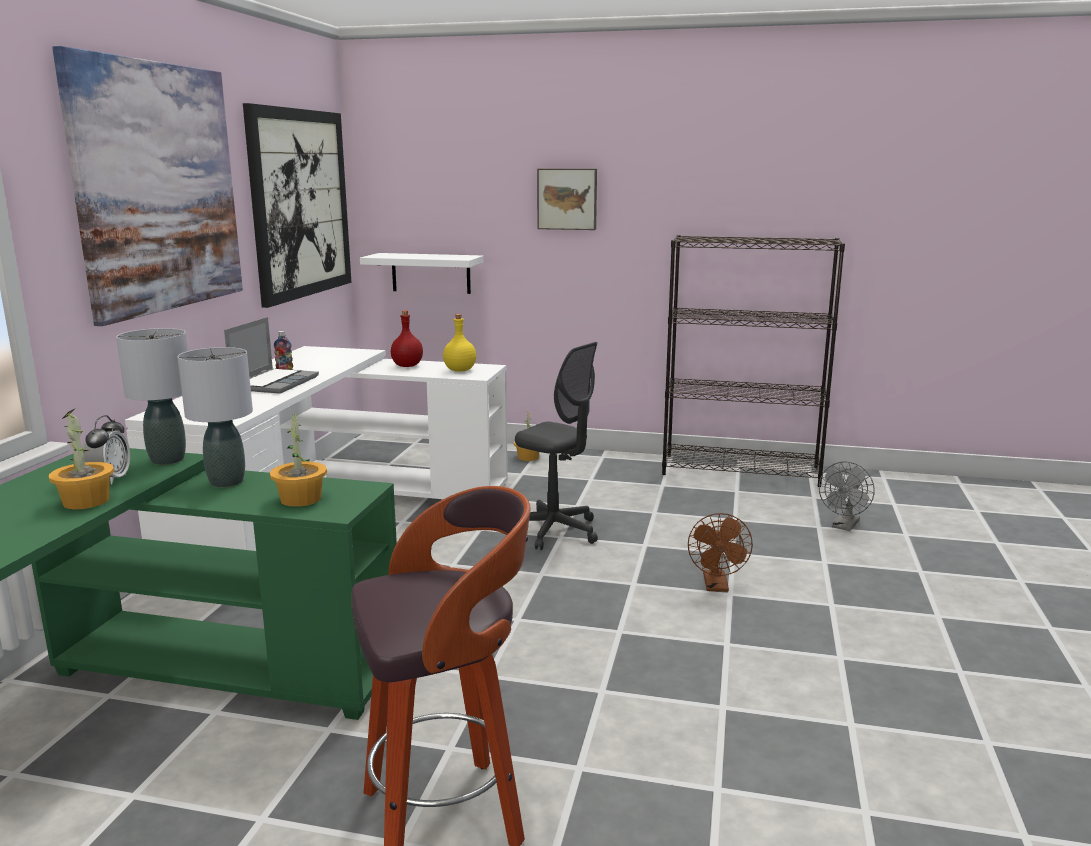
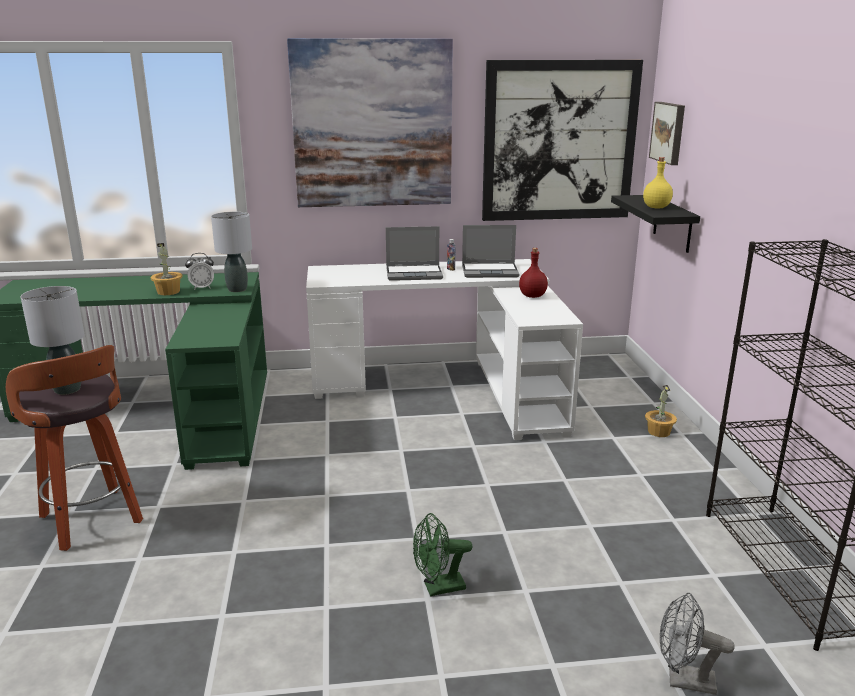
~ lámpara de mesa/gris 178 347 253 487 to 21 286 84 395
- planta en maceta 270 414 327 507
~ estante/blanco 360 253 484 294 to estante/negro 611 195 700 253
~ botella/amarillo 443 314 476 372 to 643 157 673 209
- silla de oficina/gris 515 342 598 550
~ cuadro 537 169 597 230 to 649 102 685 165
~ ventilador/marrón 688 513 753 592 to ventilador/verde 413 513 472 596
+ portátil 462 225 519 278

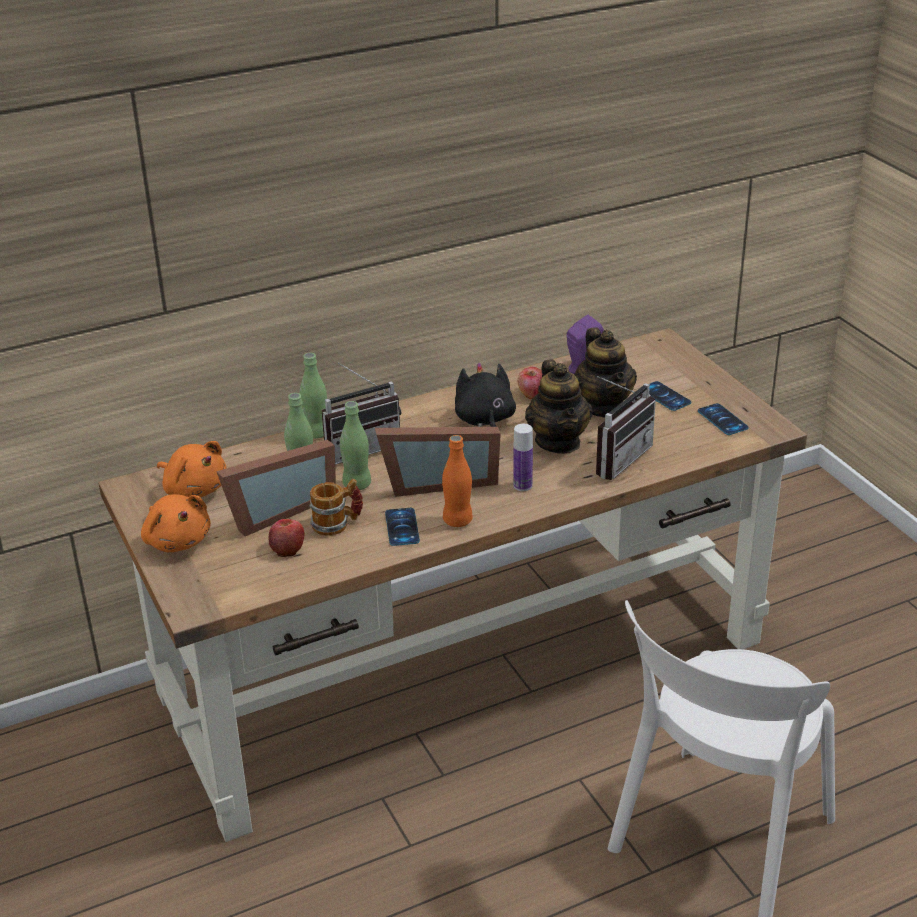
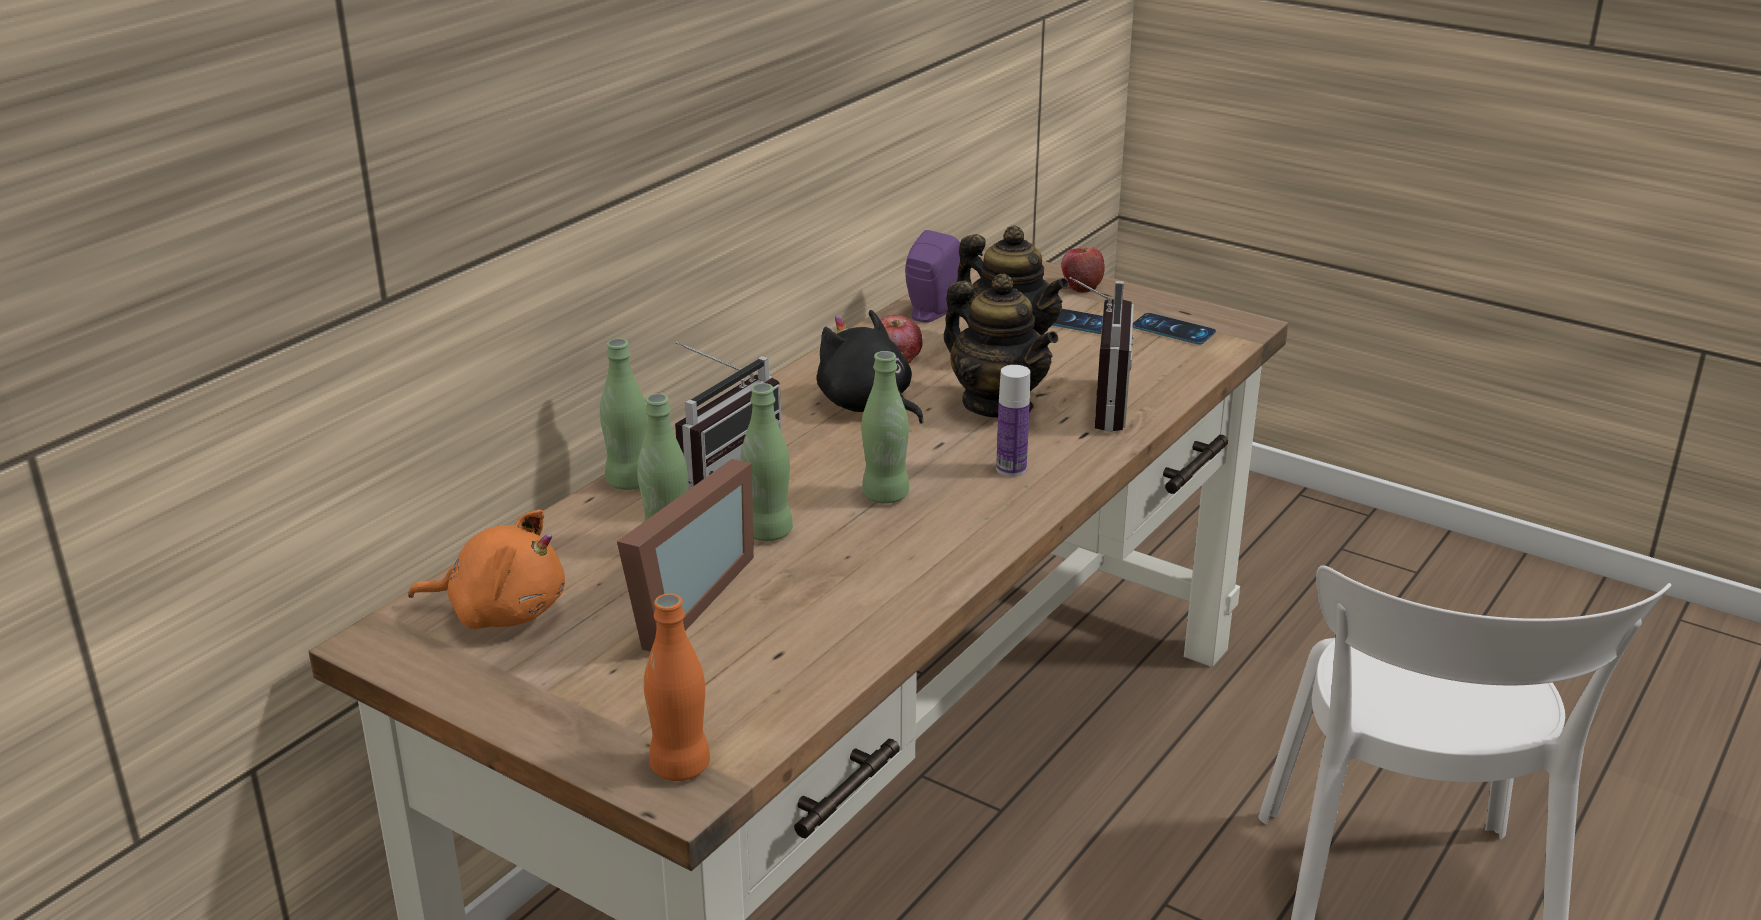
- peluche/naranja 141 494 211 552
~ manzana 268 519 304 557 to 1061 247 1105 293
- taza grande 309 479 363 536
~ portarretratos 375 427 501 497 to botella/verde 861 351 909 504
- móvil 385 508 420 546
~ botella/naranja 442 435 473 527 to 644 593 710 781

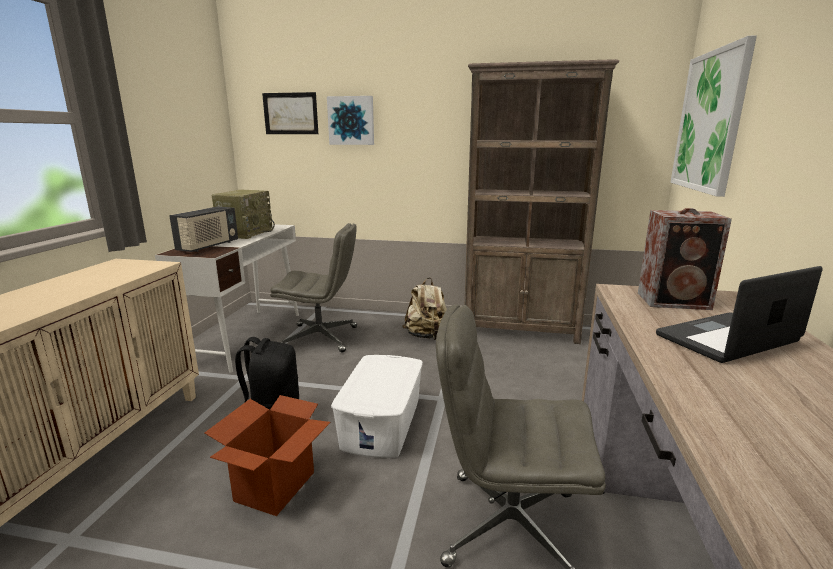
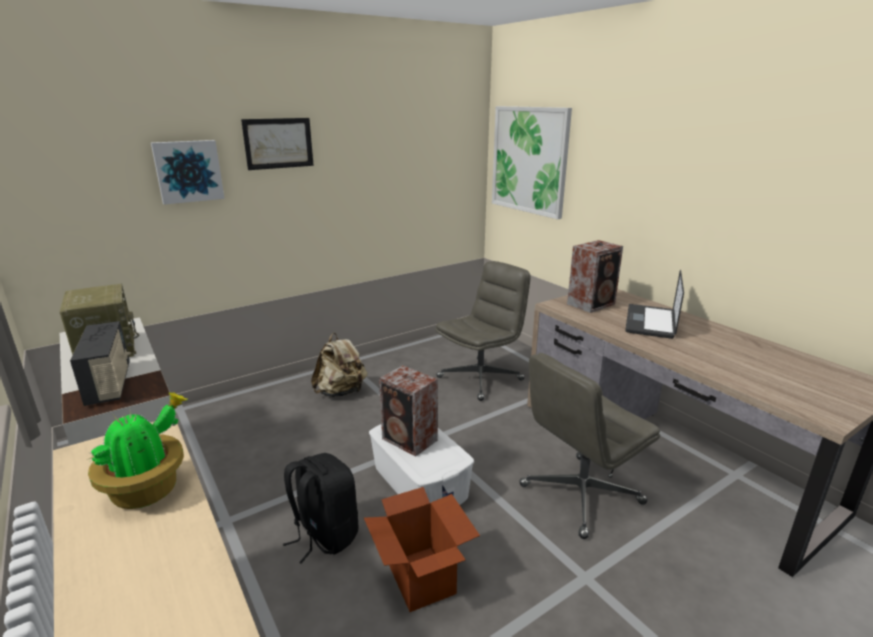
~ cuadro 262 92 318 134 to 241 118 314 170
~ silla de oficina/gris 270 223 357 353 to 435 261 530 401
- estantería/marrón 465 59 619 344
+ planta en maceta 87 392 187 509
+ altavoz 379 365 438 457

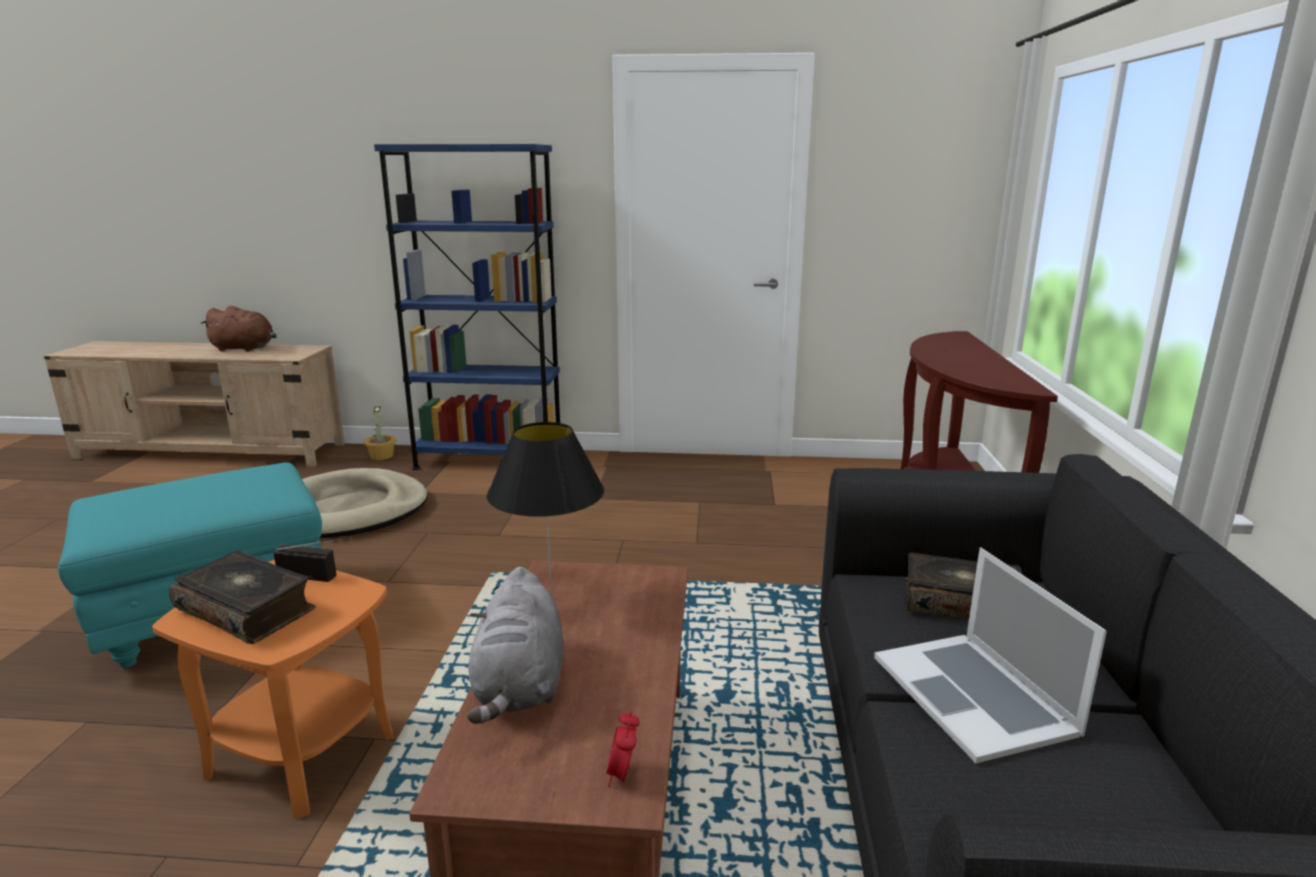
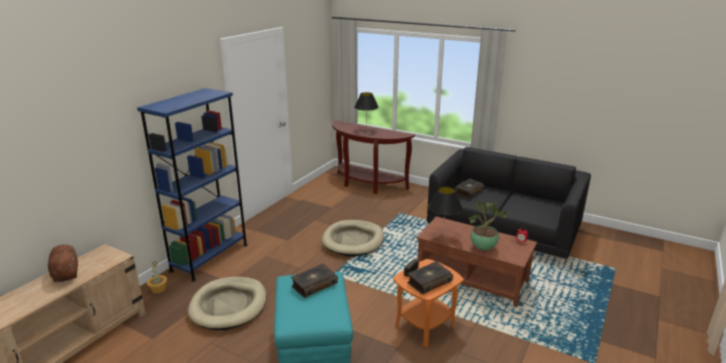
~ peluche/marrón 200 306 277 352 = 48 245 78 282 60 degrees counterclockwise
~ peluche/gris 467 567 563 724 to planta en maceta 469 201 507 250
- portátil 874 547 1107 763
+ libro 291 264 338 298
+ cama para perro/beis 322 220 384 256
+ lámpara de mesa/negro 354 92 379 131

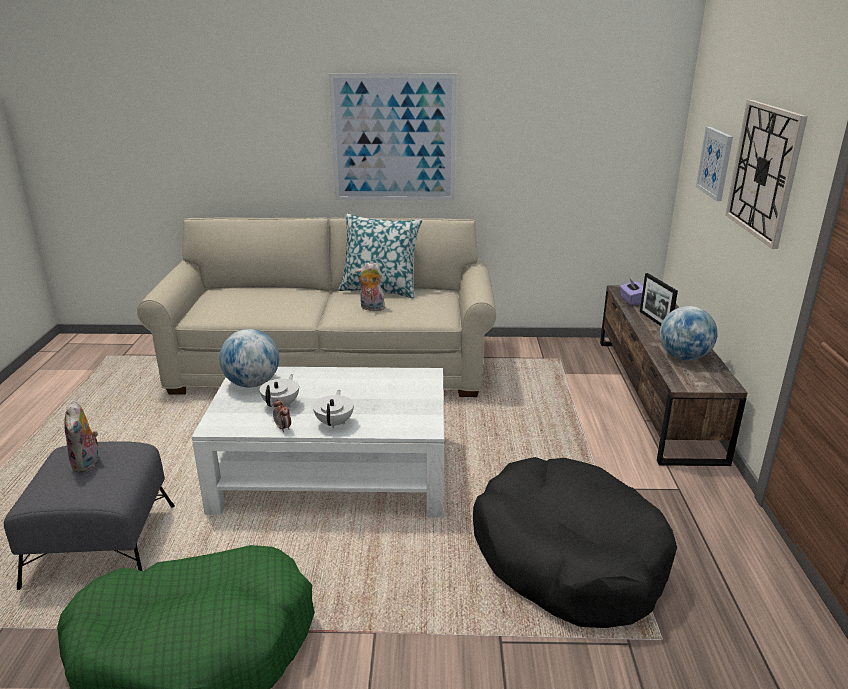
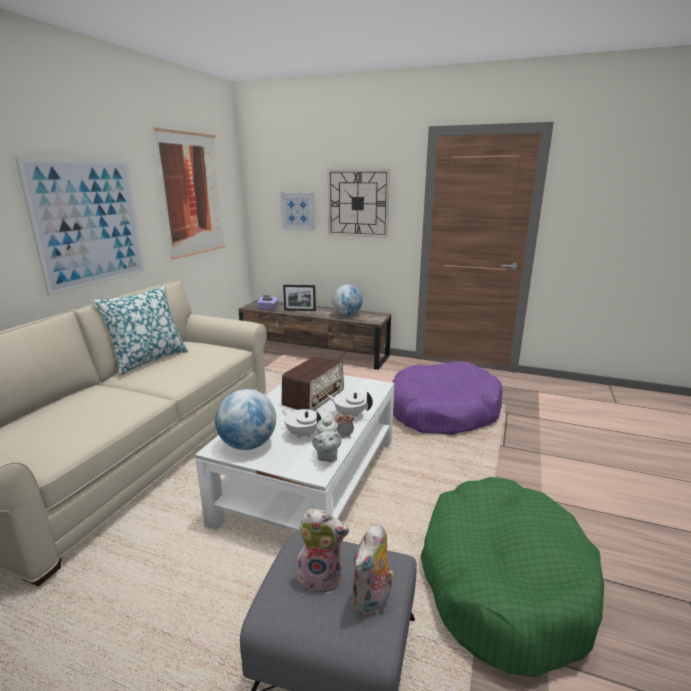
~ peluche 355 263 385 311 to 352 522 394 616
~ cama para perro/negro 473 457 677 628 to cama para perro/morado 392 361 503 435
+ cuadro 153 128 226 260
+ radio 281 356 344 411
+ tetera/gris 312 415 342 462

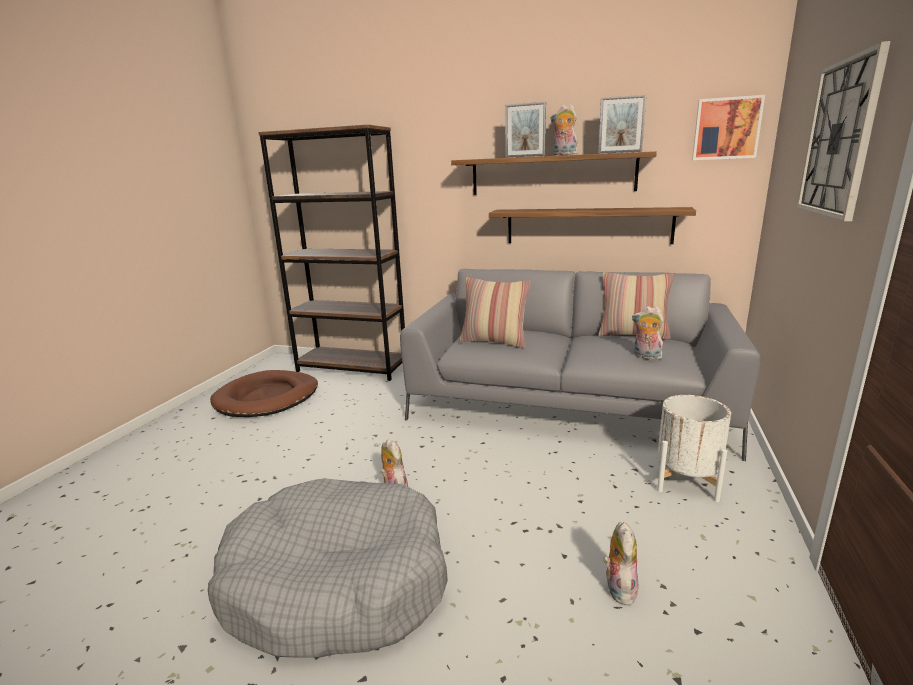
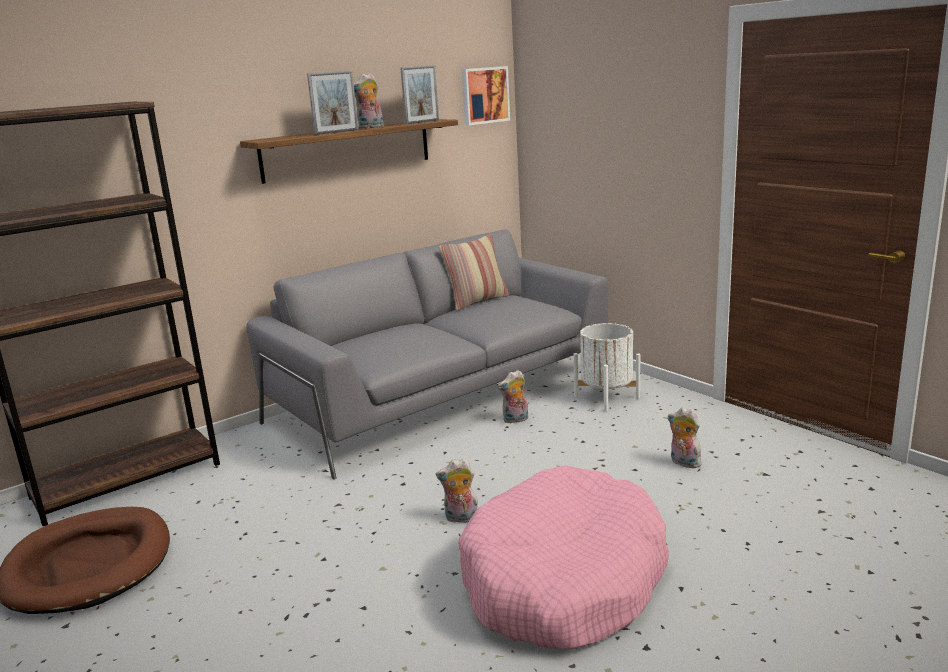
~ cama para perro/gris 208 478 448 657 to cama para perro/rosa 458 465 669 650
- cojín 460 277 531 348
- estante 489 207 696 244
~ peluche 632 306 664 360 to 498 370 528 423
- reloj de pared 797 41 891 221

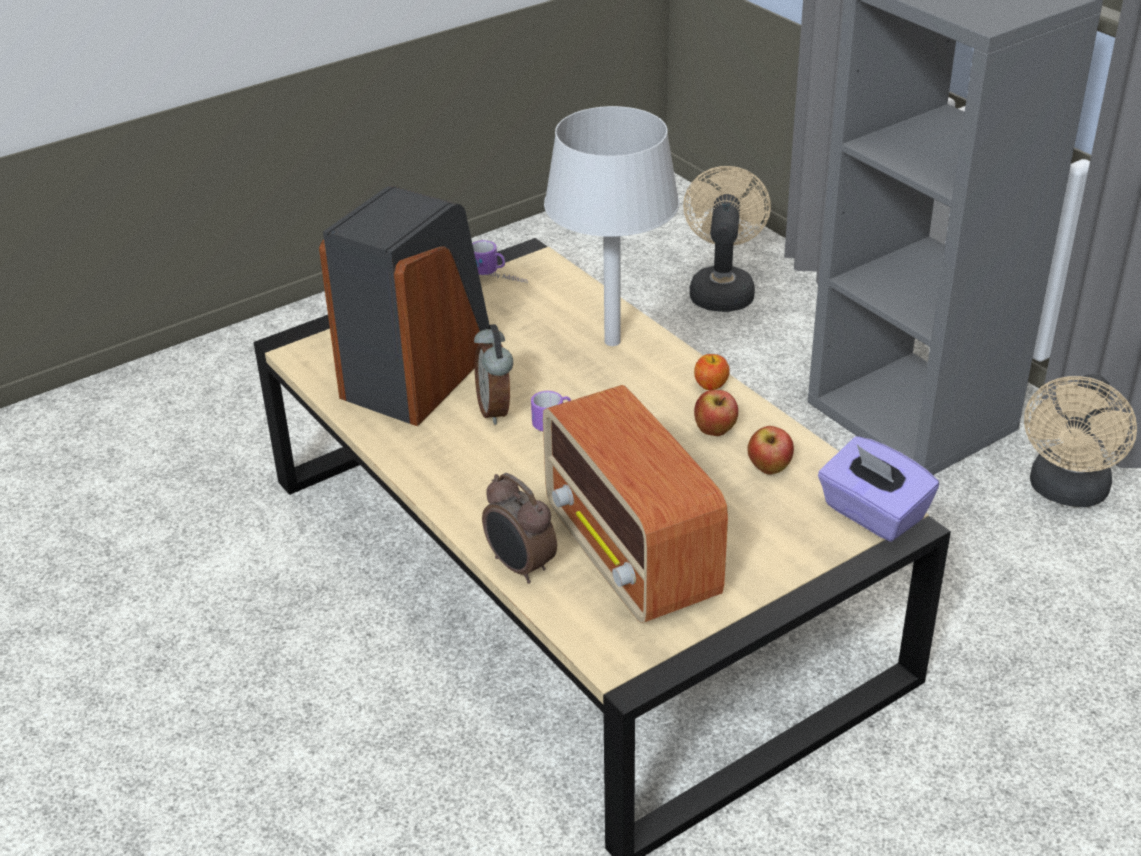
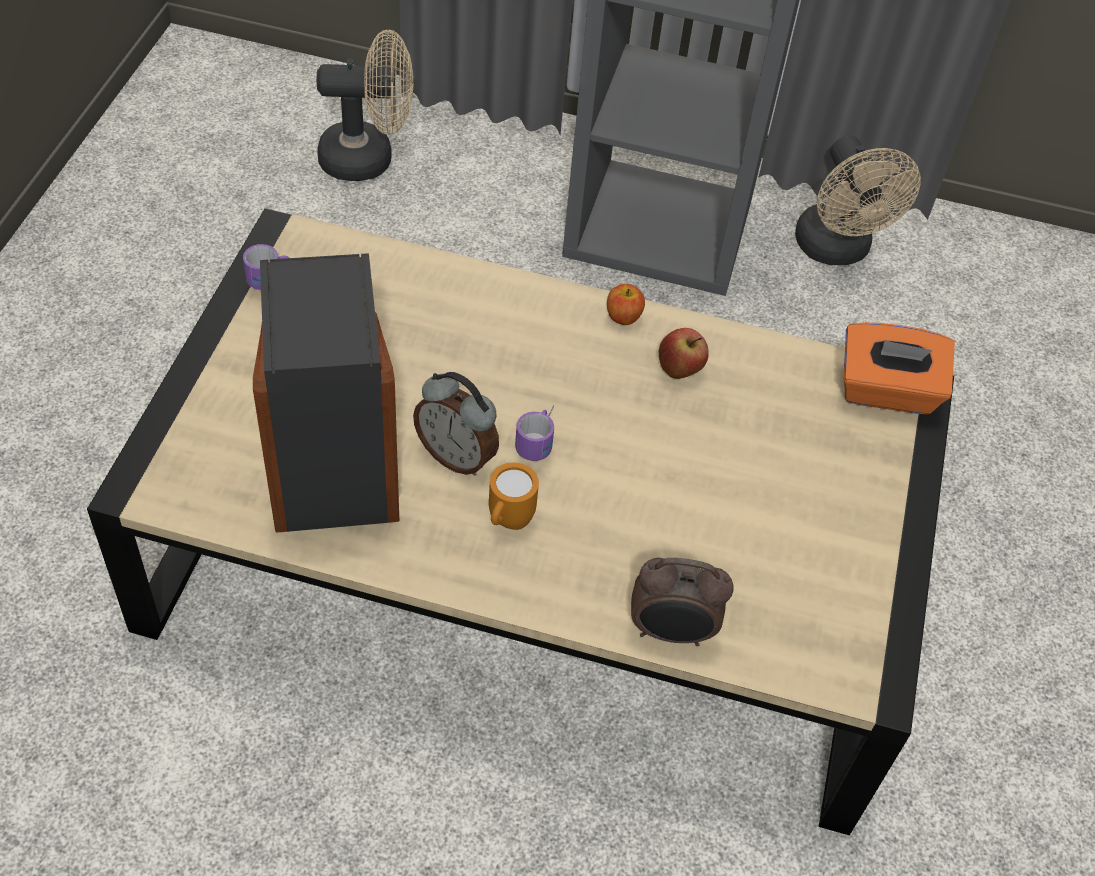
- radio 543 385 728 623
- lámpara de mesa/gris 544 106 680 346
~ ventilador/beis 683 166 771 312 = 317 30 413 181 120 degrees clockwise
- manzana 747 426 794 475
~ caja de pañuelos/morado 818 436 939 542 to caja de pañuelos/naranja 844 322 955 415
+ taza grande/naranja 489 463 539 530

